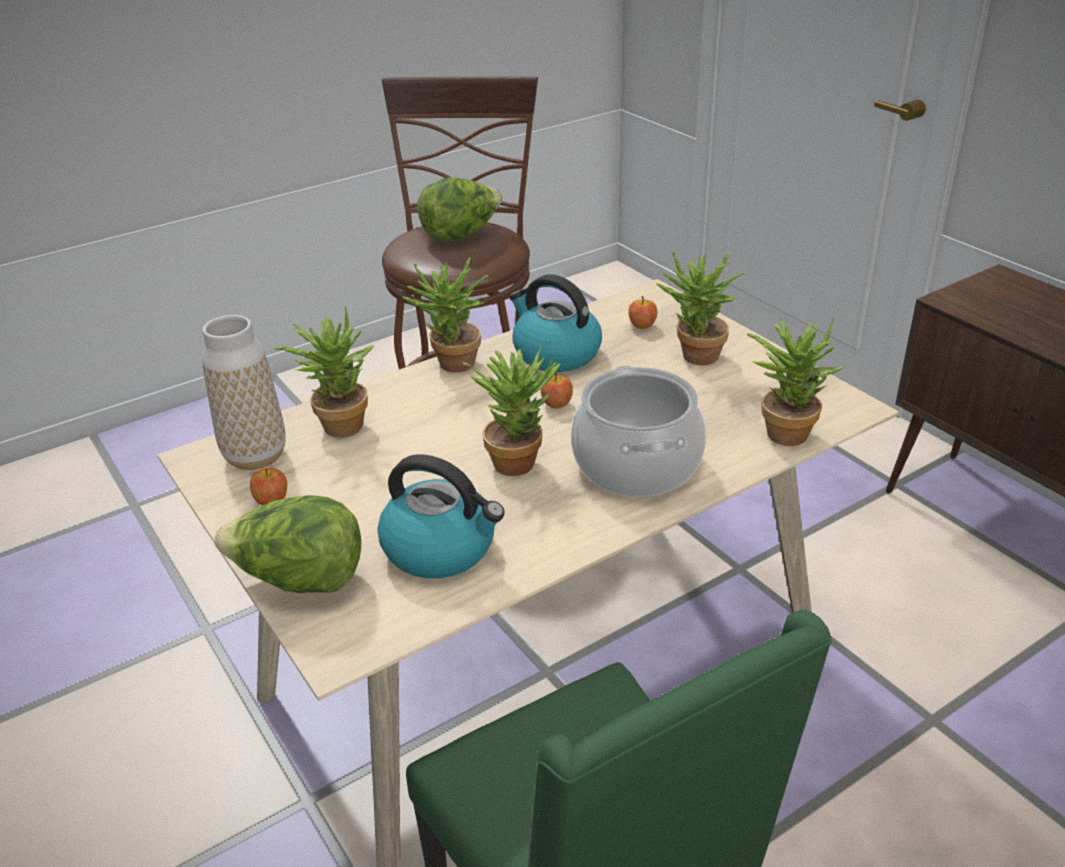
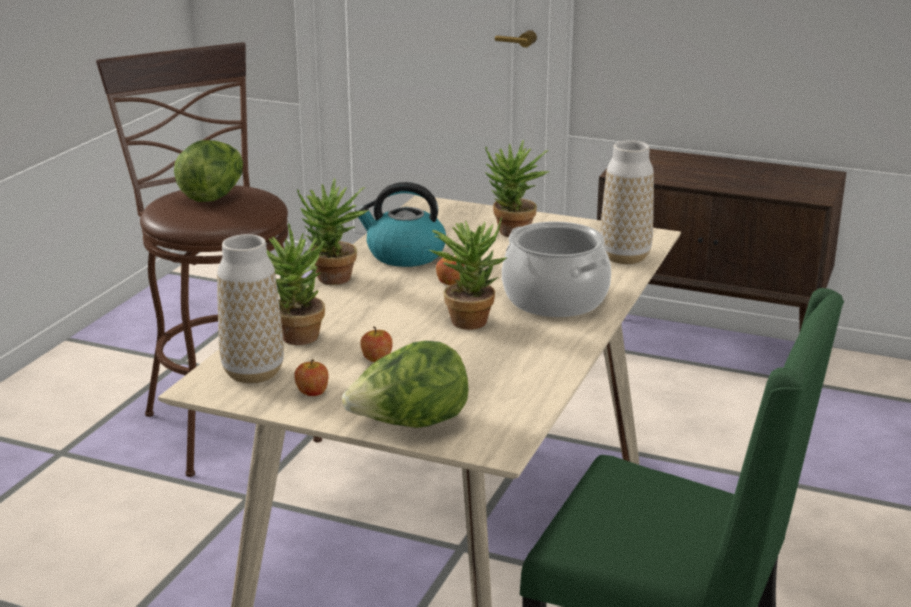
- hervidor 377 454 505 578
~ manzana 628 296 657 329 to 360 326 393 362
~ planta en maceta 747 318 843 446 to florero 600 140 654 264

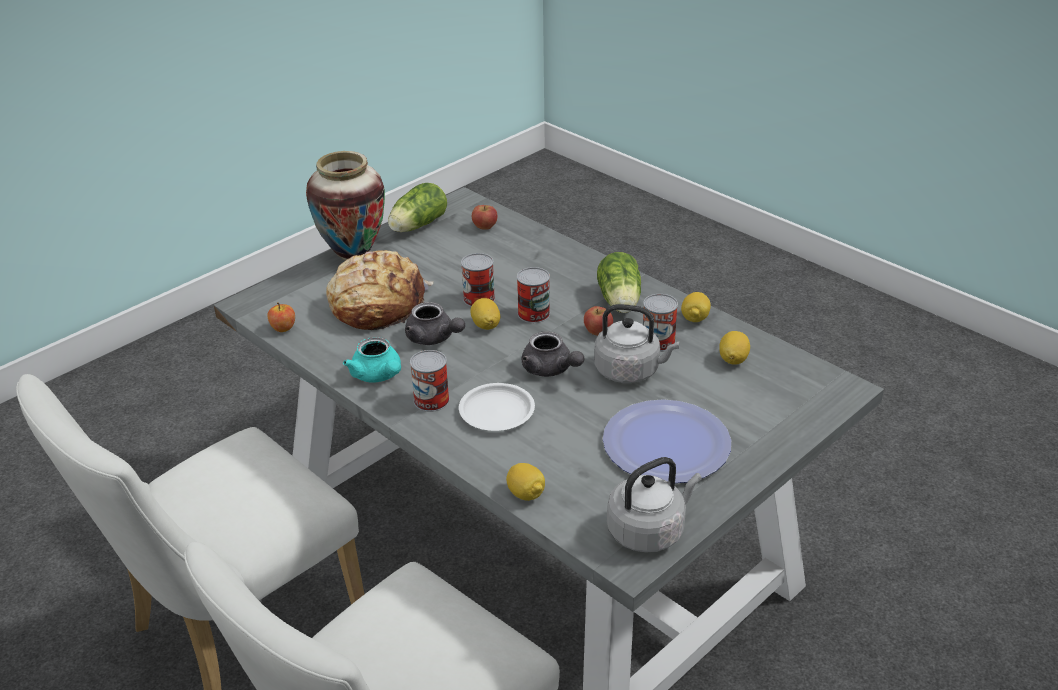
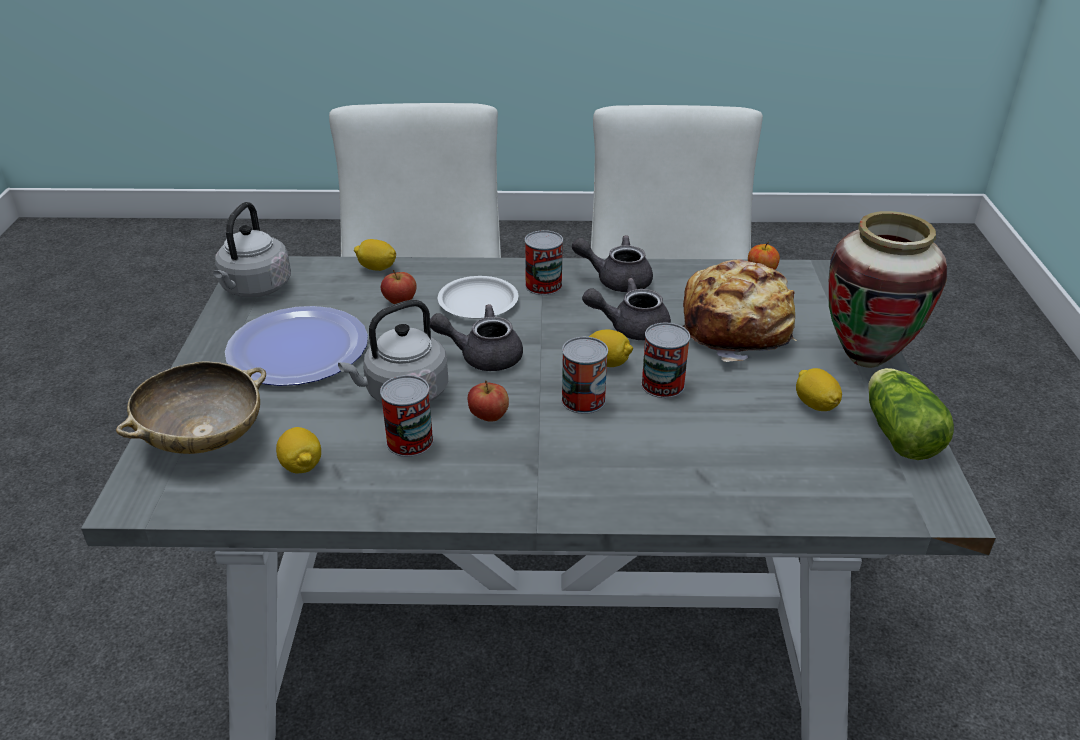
~ tetera/turquesa 343 337 401 383 to tetera/gris 572 235 653 292
~ manzana 472 205 497 230 to 381 270 417 304
- lechuga 597 252 641 313
~ limón 681 292 711 322 to 796 368 842 411
+ cuenco/beis 116 361 266 454

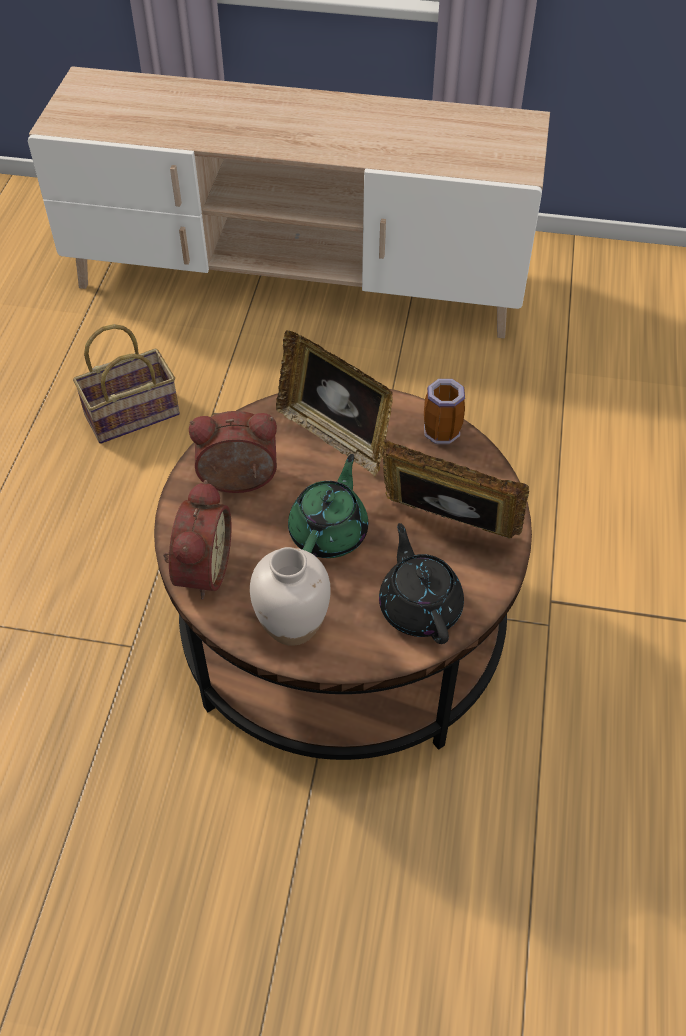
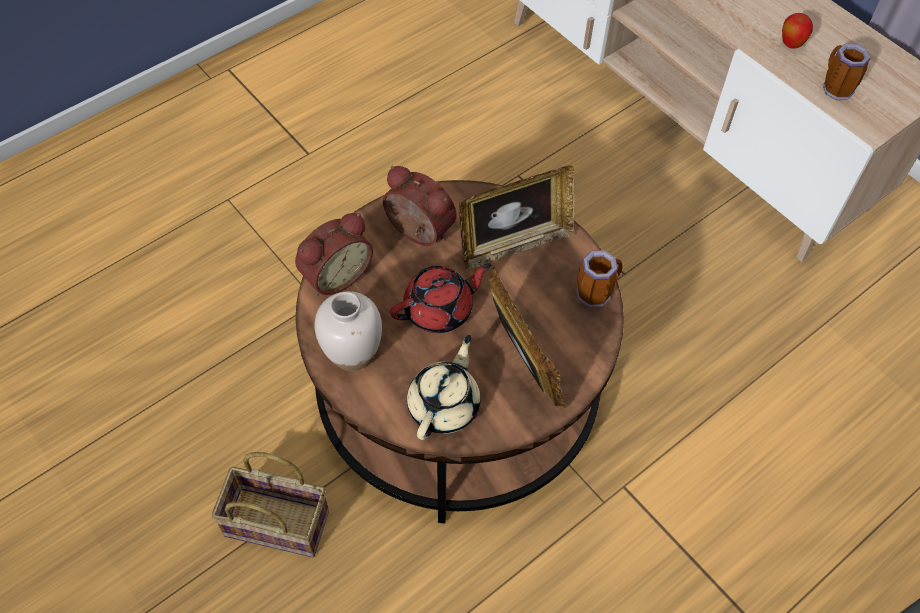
~ cesta 73 324 180 444 to 211 452 329 557
~ portarretratos 276 330 393 477 = 459 166 574 270 105 degrees counterclockwise
~ tetera/verde 288 454 368 558 to tetera/rojo 390 263 491 333
~ tetera/negro 379 523 464 644 to tetera/beis 407 335 481 440
+ manzana 782 13 813 49
+ taza grande 822 43 871 100

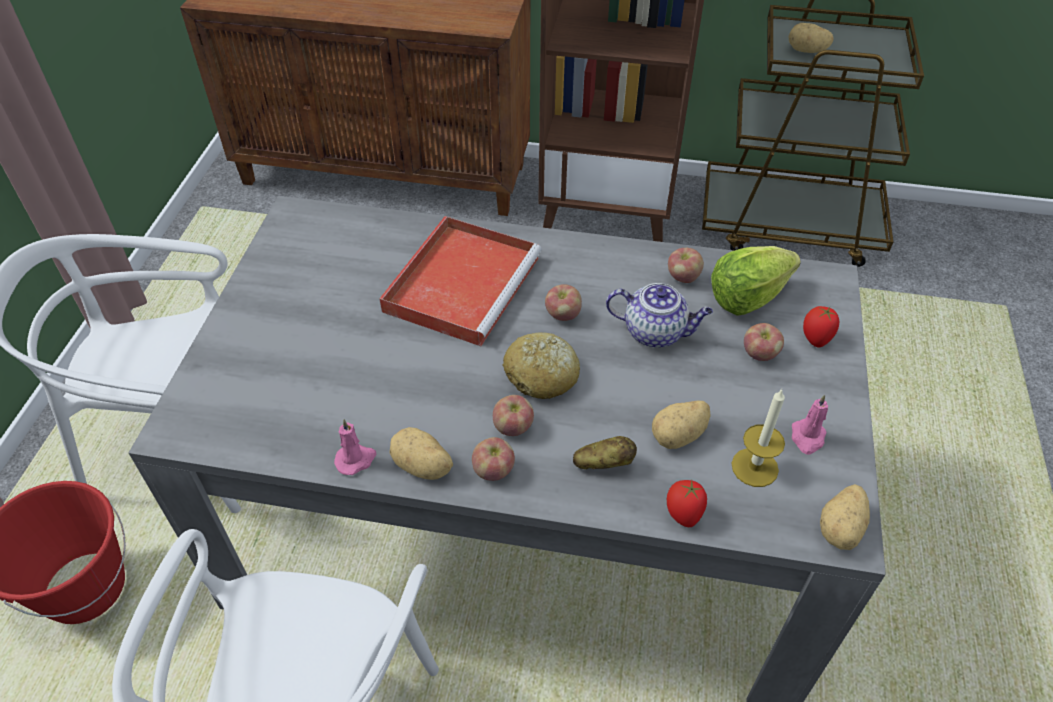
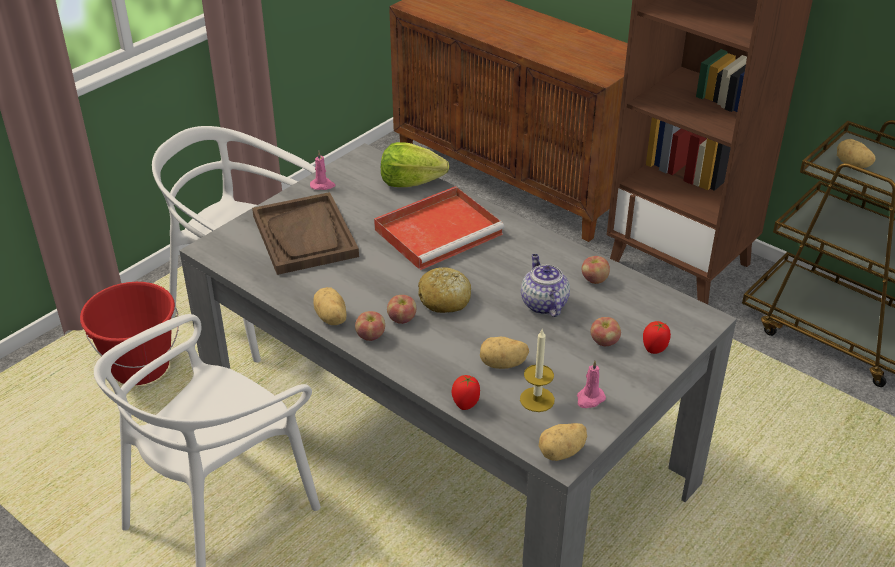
~ vela/rosa 334 419 376 475 to 310 151 336 190
- manzana 545 284 582 321
- patata 573 436 637 469
~ tetera 606 283 713 348 = 521 254 570 317 150 degrees counterclockwise
~ lechuga 711 246 801 316 to 381 142 449 187
+ bandeja/marrón 252 192 359 275

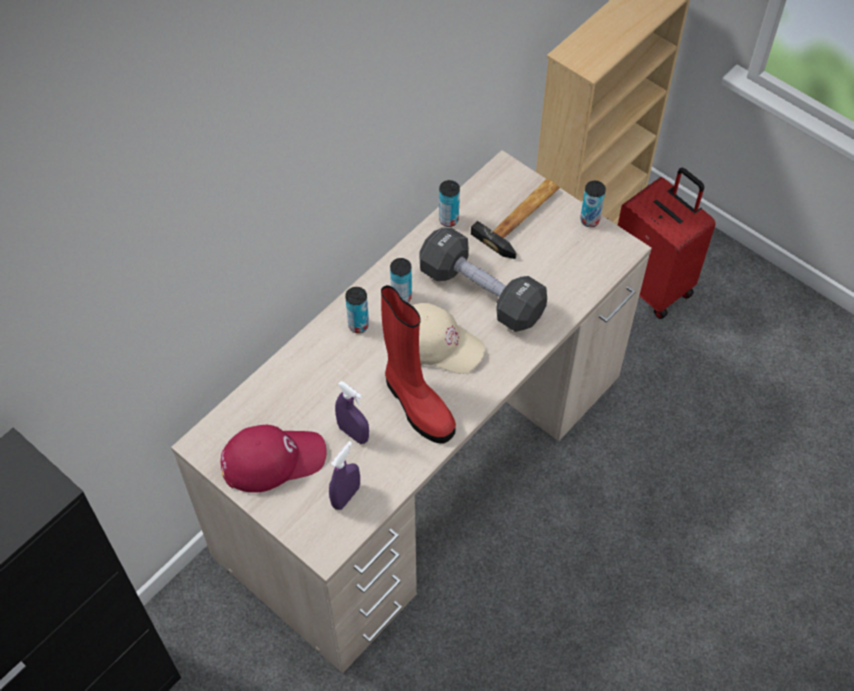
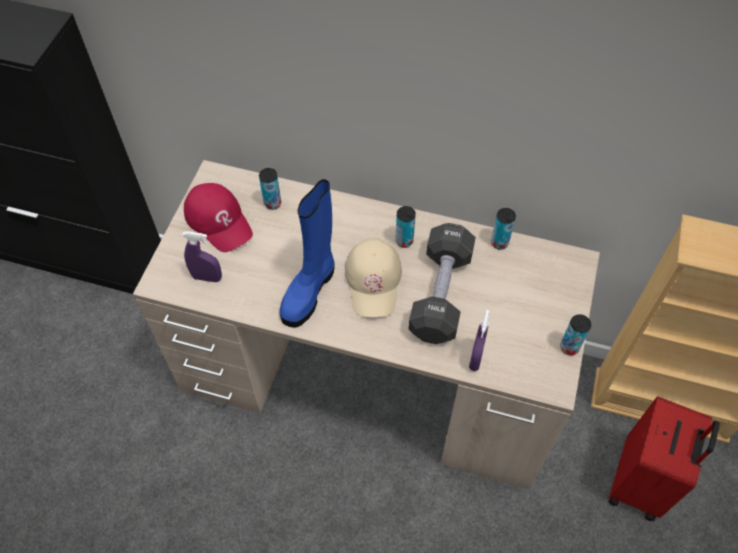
~ pulverizador/morado 335 381 369 444 to 469 310 490 371
~ lata 345 287 369 333 to 259 168 281 210
~ bota/rojo 381 285 456 443 to bota/azul 280 179 335 328
- martillo 471 179 560 259

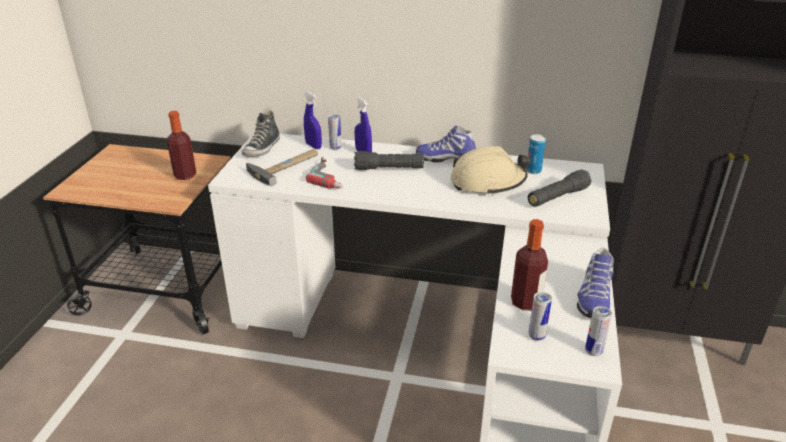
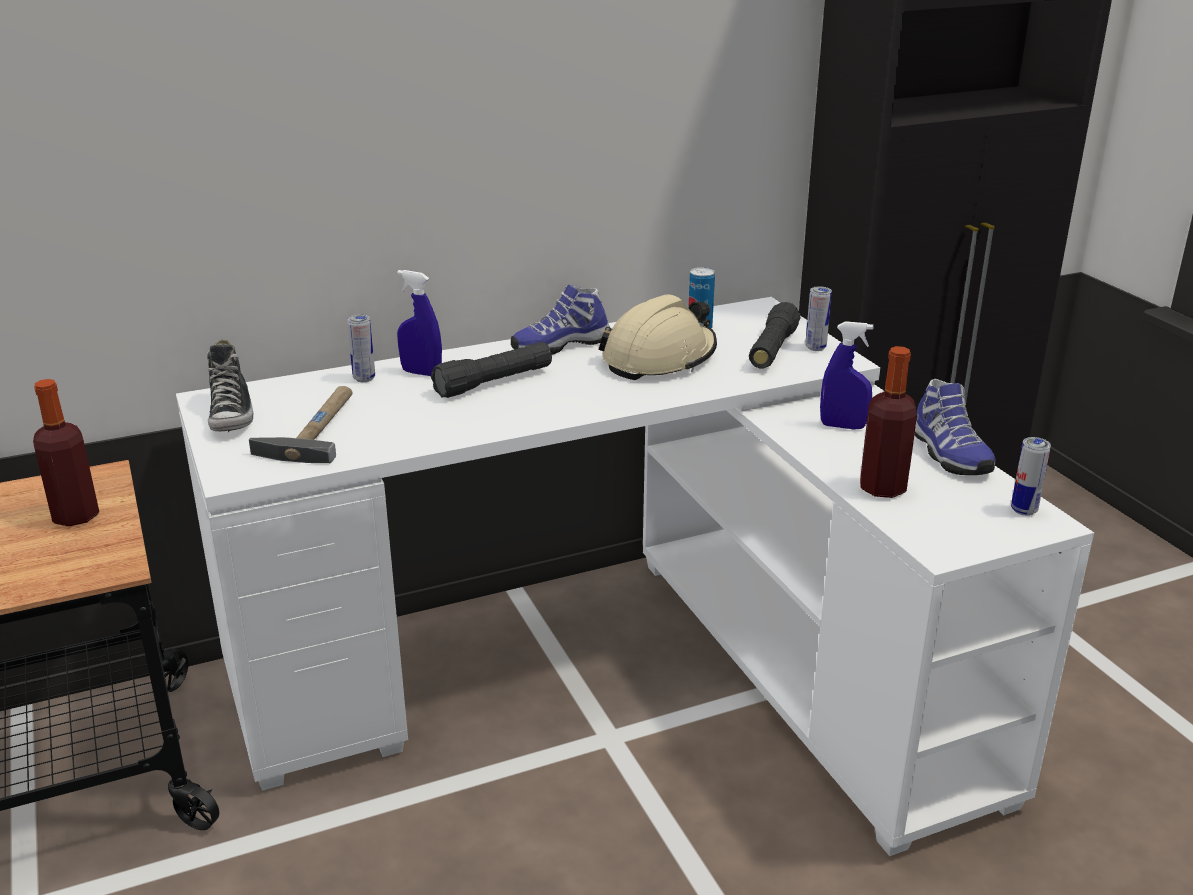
~ pulverizador/azul 304 92 322 149 to 820 321 873 430
- taladro 306 157 343 189
~ lata 528 292 552 341 to 805 286 832 351

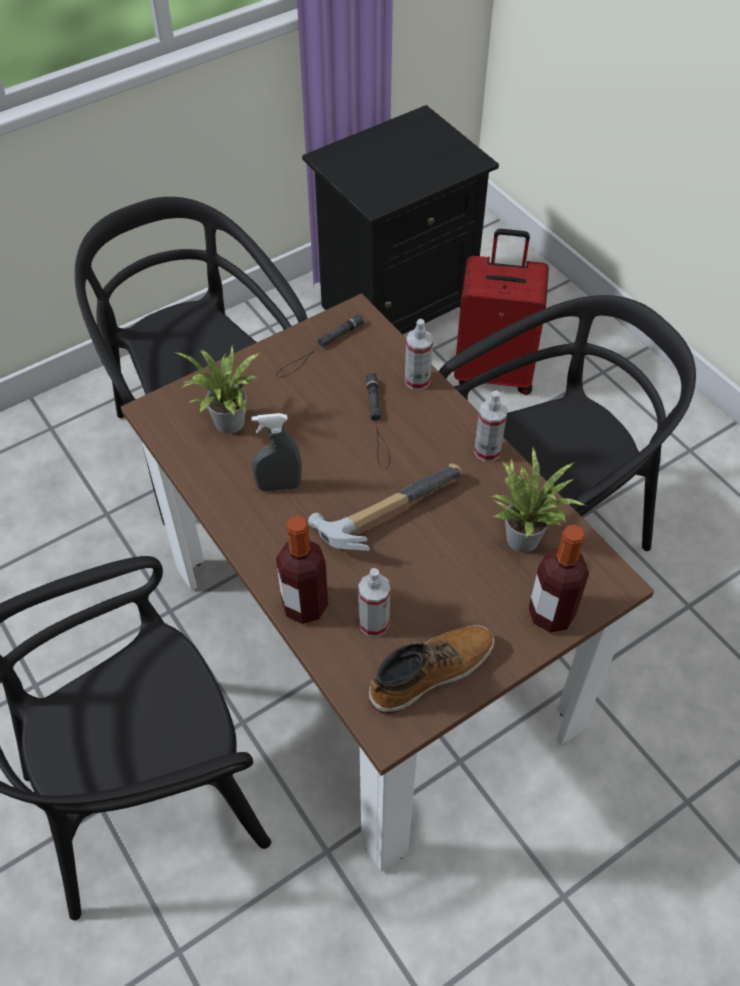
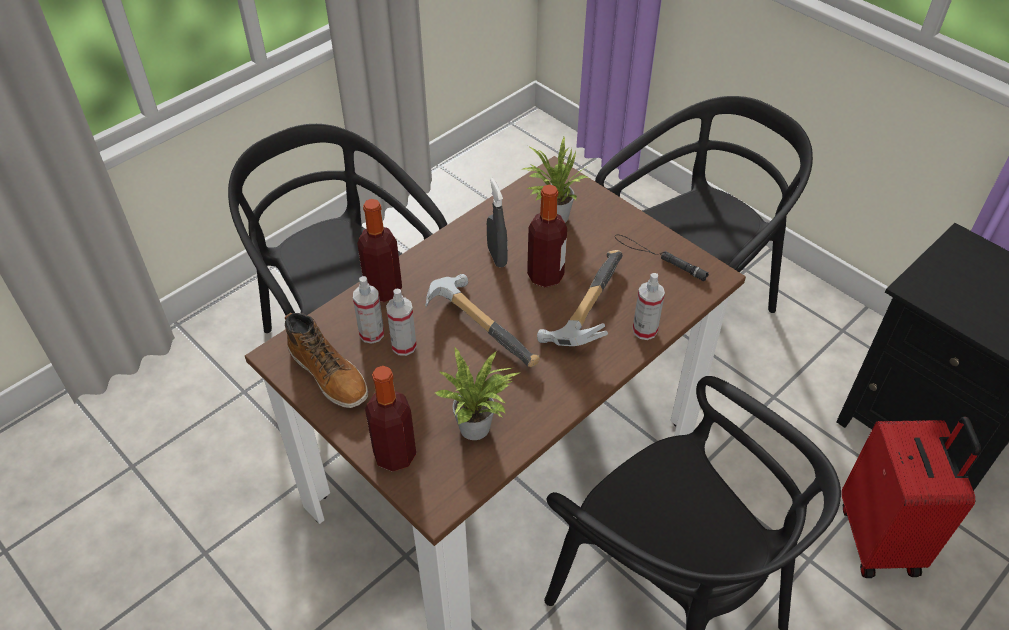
~ linterna/negro 366 373 390 469 to martillo 537 250 623 346
~ pulverizador 474 390 508 462 to 386 289 417 356
+ botella 527 185 567 288

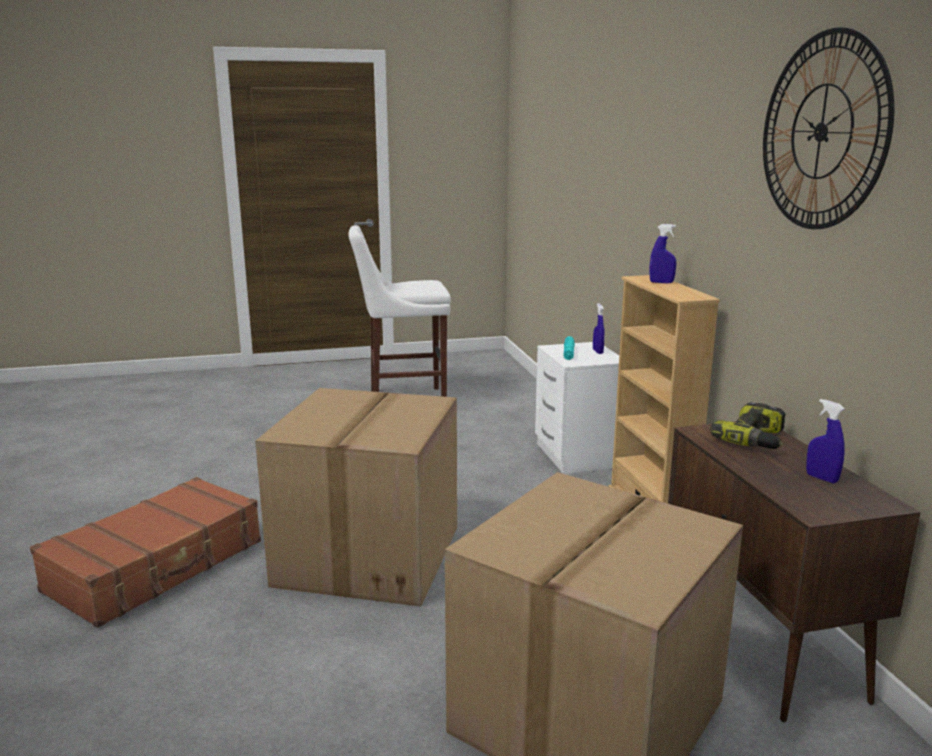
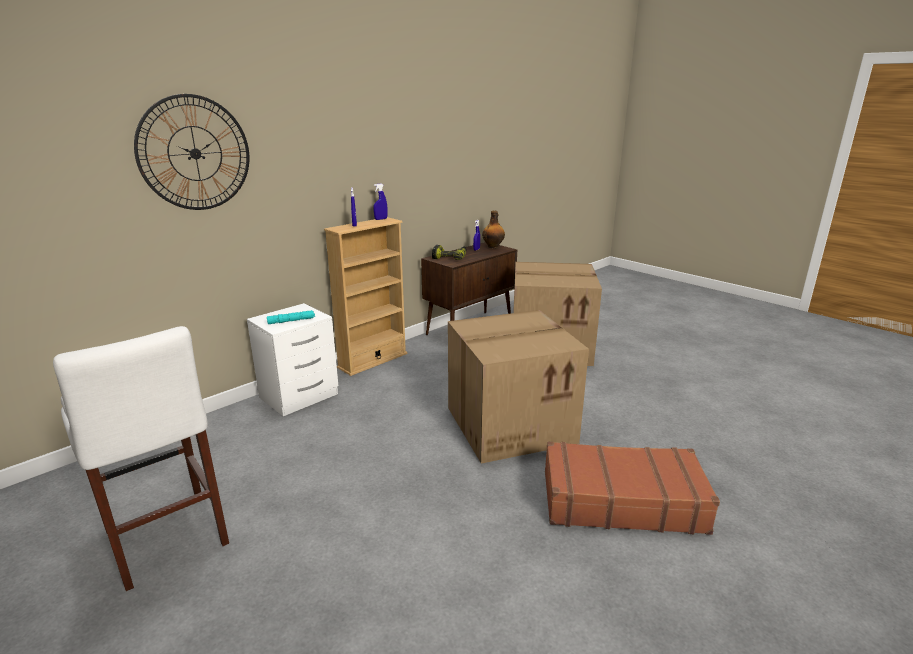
~ pulverizador/azul 593 303 605 354 to 373 184 388 220
~ reloj de pared 763 27 894 229 to 134 94 249 210
+ botella 482 211 505 248

